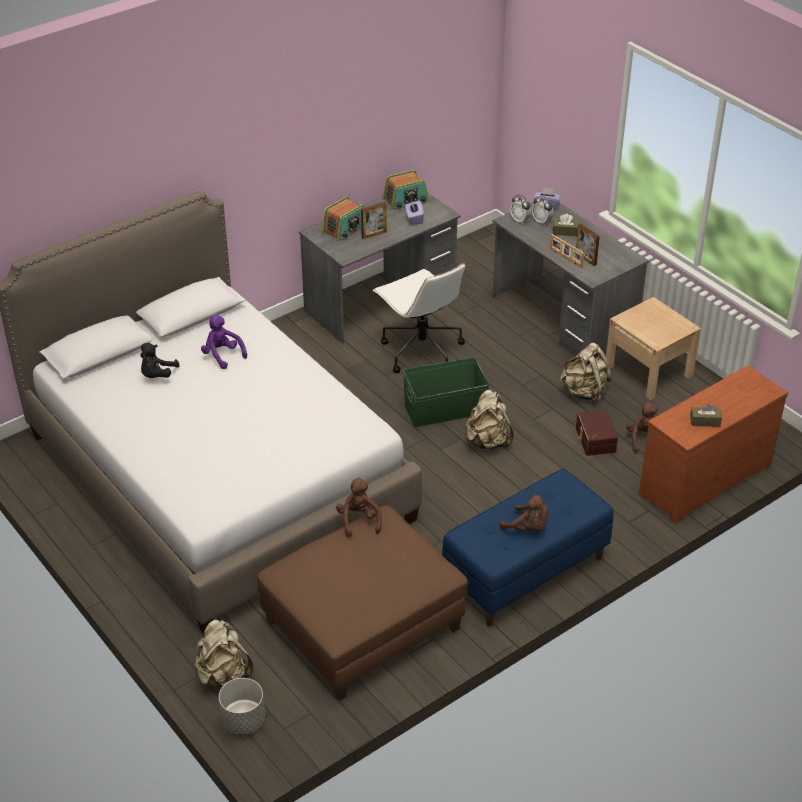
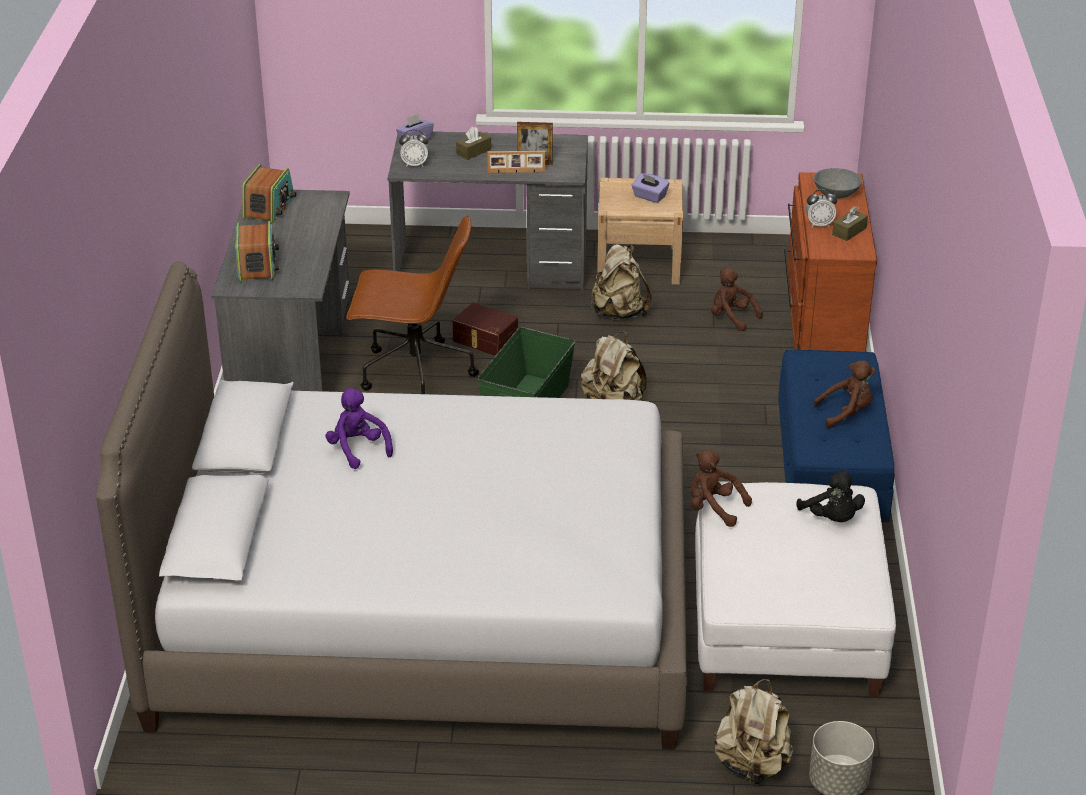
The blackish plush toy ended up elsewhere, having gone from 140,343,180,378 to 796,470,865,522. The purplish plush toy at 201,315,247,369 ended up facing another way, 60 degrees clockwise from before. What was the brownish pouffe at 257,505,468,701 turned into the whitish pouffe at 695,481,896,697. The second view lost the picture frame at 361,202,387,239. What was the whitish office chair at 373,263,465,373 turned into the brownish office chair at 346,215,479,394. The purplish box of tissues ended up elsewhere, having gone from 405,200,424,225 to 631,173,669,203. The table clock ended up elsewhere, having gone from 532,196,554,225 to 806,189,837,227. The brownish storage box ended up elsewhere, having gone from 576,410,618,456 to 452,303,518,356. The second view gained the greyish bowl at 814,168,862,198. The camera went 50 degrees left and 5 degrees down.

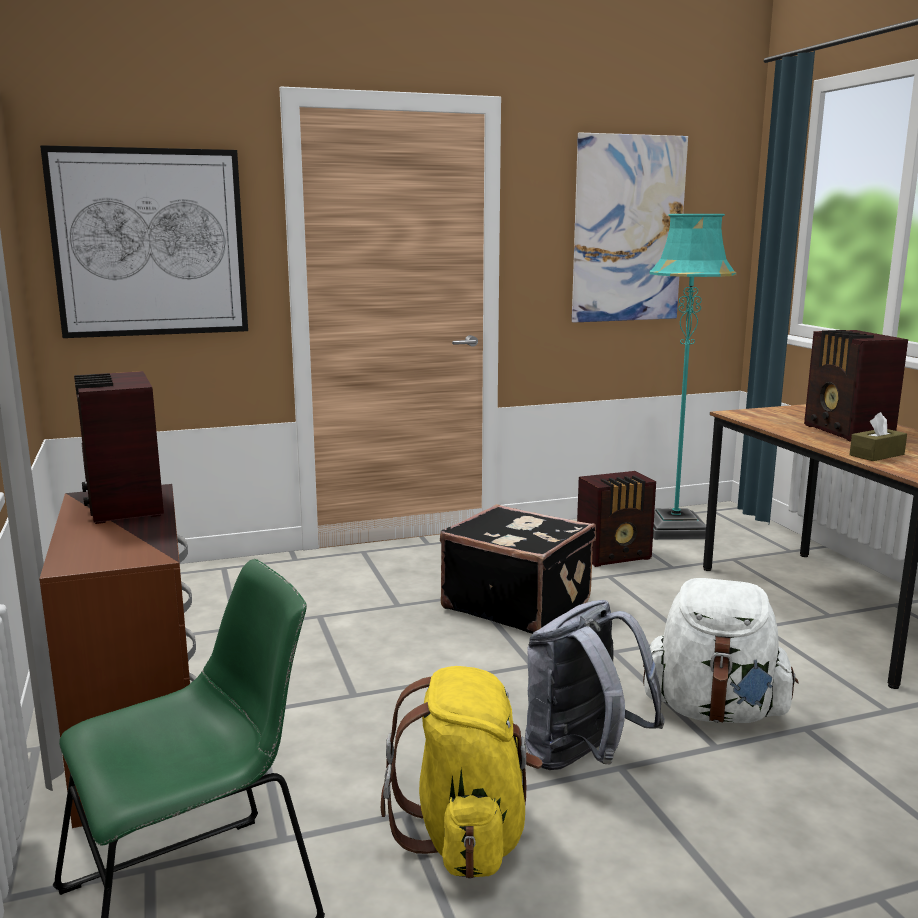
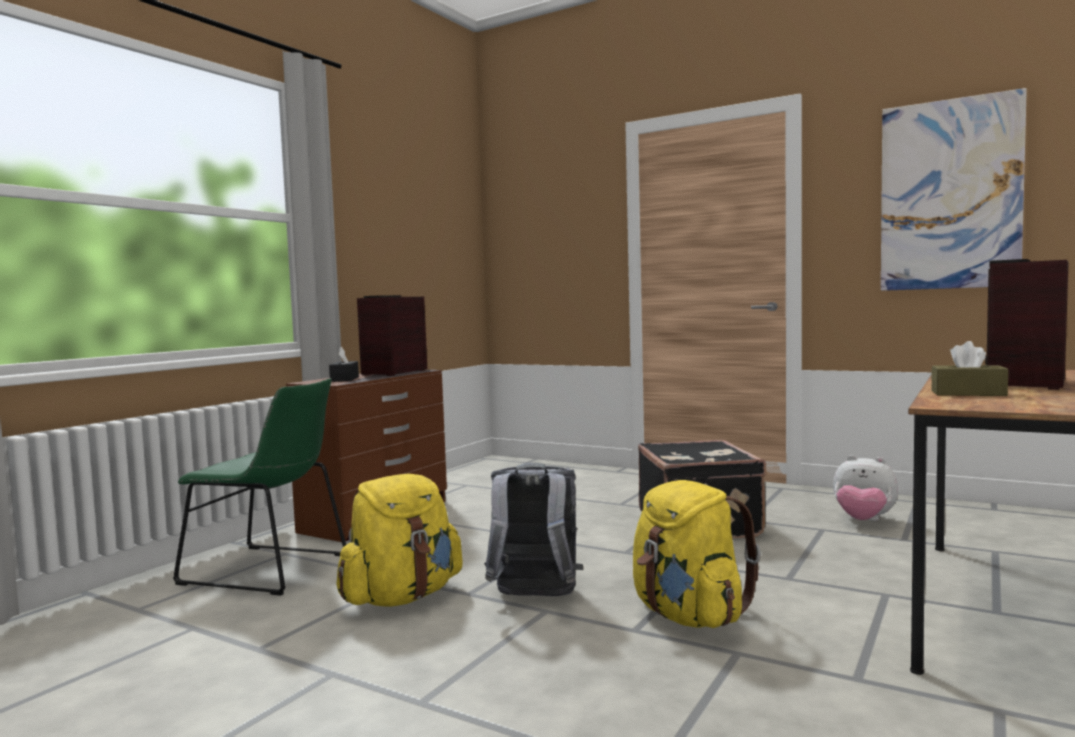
The second view lost the wall art at 40,145,248,338. Where the radio receiver stood at 577,471,656,567, the plush toy came to stand at 833,455,899,521. What was the whitish rucksack at 643,578,799,723 turned into the yellow-coloured rucksack at 633,480,761,628. The second view lost the blue-green floor lamp at 649,214,737,540. The second view gained the blackish box of tissues at 329,347,359,382. The camera went 50 degrees right and 10 degrees down.

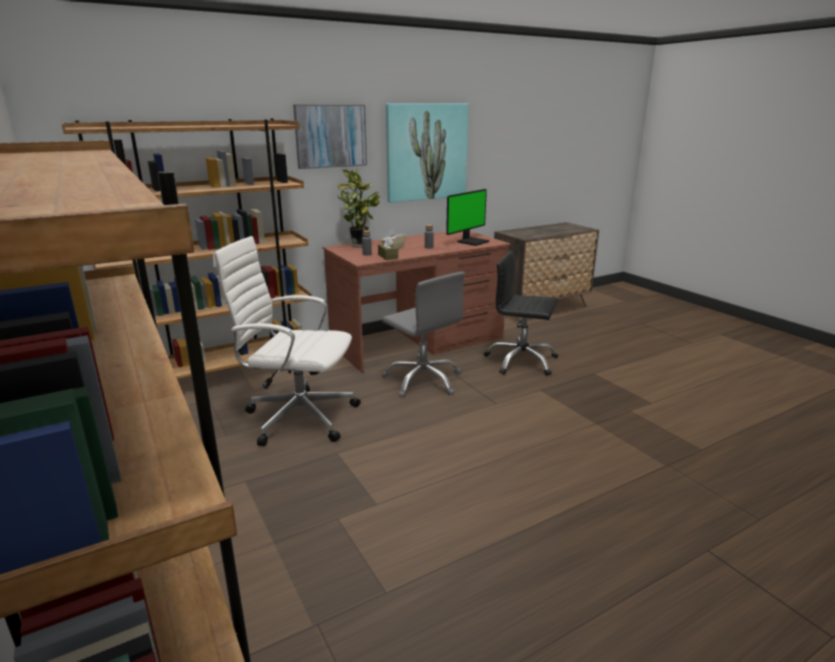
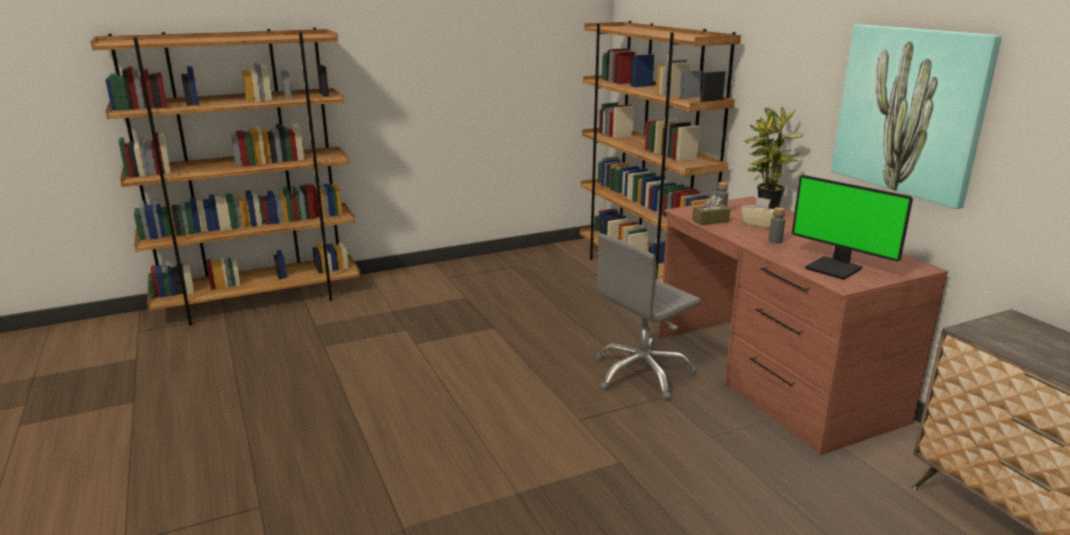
The second view lost the whitish office chair at 213,236,361,446. The second view lost the wall art at 293,105,367,169. The second view lost the blackish office chair at 484,251,558,376. The camera went 95 degrees right and 0 degrees up.

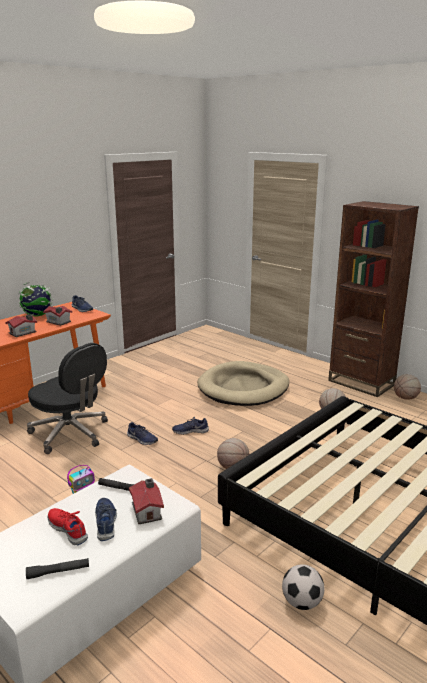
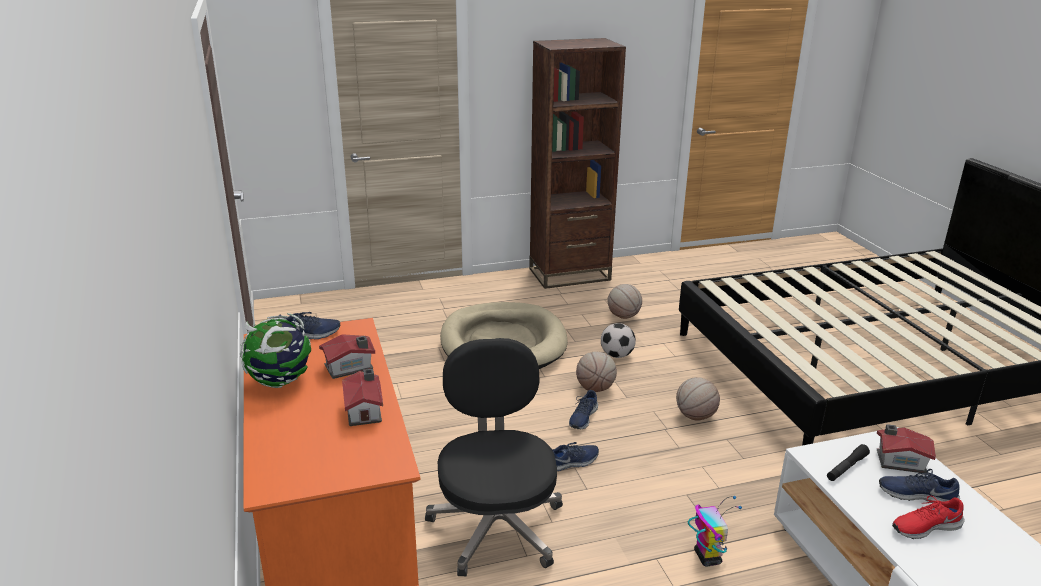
The second view lost the blackish torch at 26,558,89,579. The blackish office chair at 27,343,108,454 ended up facing another way, 75 degrees counterclockwise from before. The football ended up elsewhere, having gone from 282,564,324,610 to 601,323,636,358. The ball for basketball ended up elsewhere, having gone from 394,374,421,400 to 576,352,617,392. The camera went 60 degrees left and 5 degrees up.

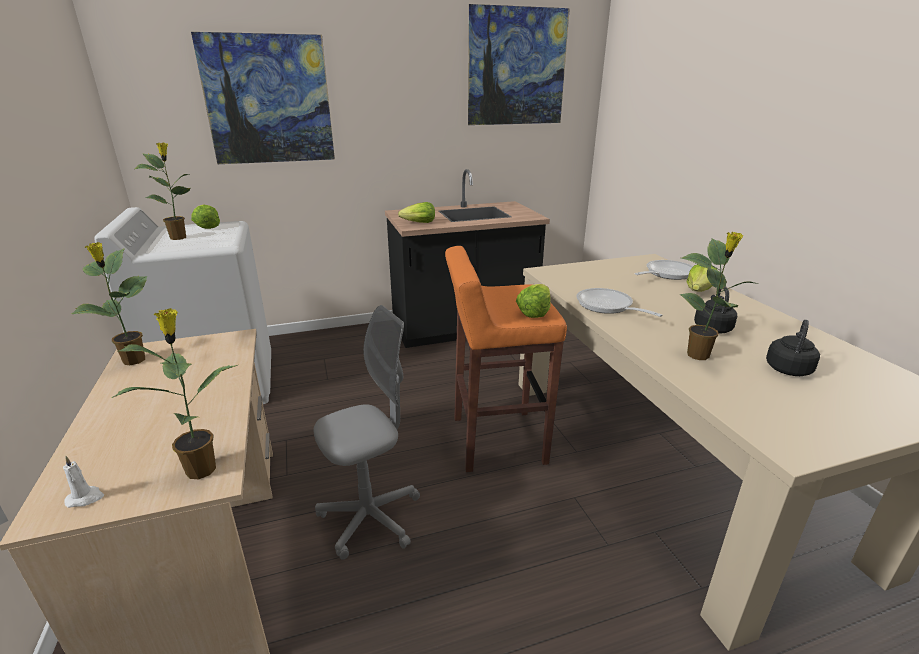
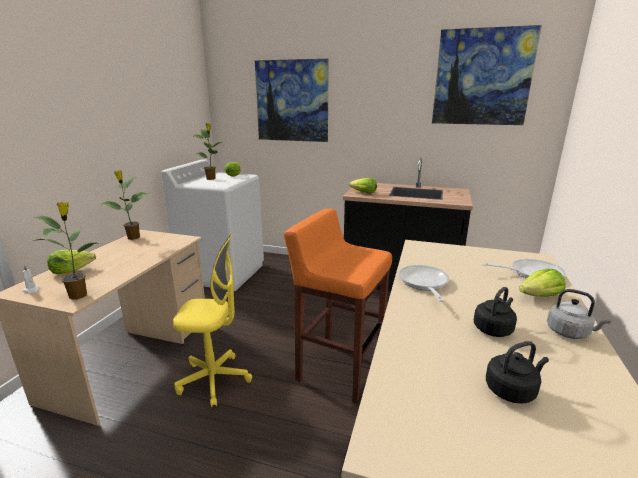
What was the greyish office chair at 313,305,420,560 turned into the yellow-coloured office chair at 173,235,252,407. The lettuce head ended up elsewhere, having gone from 516,284,551,318 to 47,250,96,274. The second view lost the potted plant at 680,231,759,360. The second view gained the greyish kettle at 547,289,611,339. The camera went 35 degrees right and 5 degrees down.

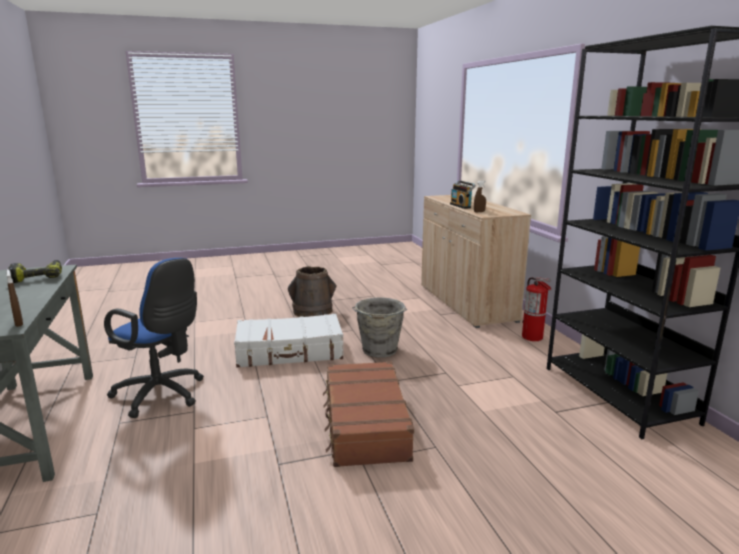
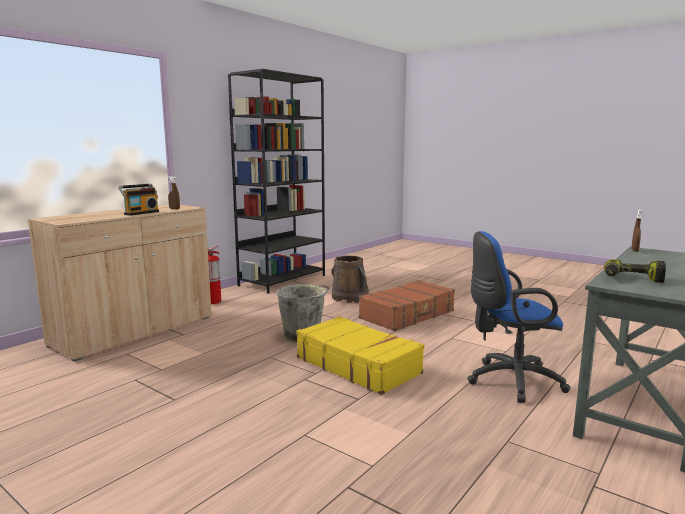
The bluish office chair at 104,258,204,418 ended up facing another way, 90 degrees counterclockwise from before. What was the whitish travel case at 234,314,344,368 turned into the yellow-coloured travel case at 296,316,424,395. The brownish bucket ended up elsewhere, having gone from 288,266,337,317 to 331,255,369,303. The camera went 125 degrees left and 5 degrees down.

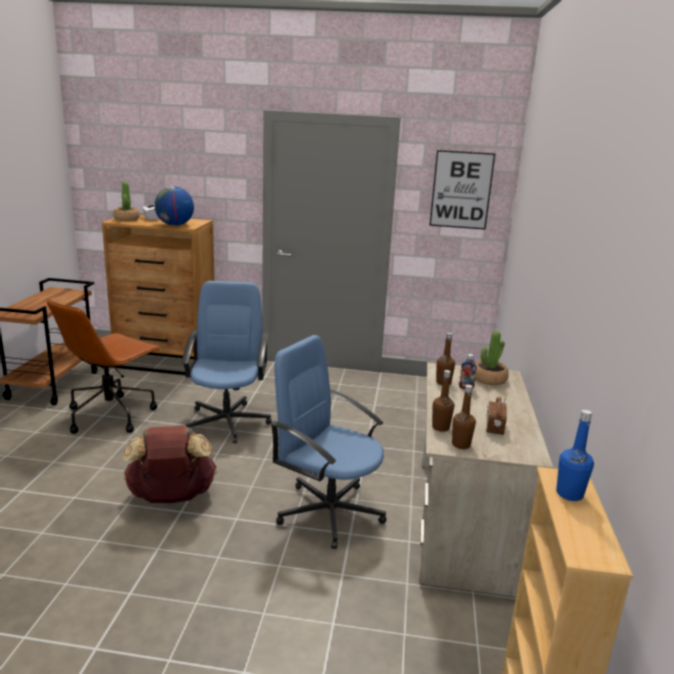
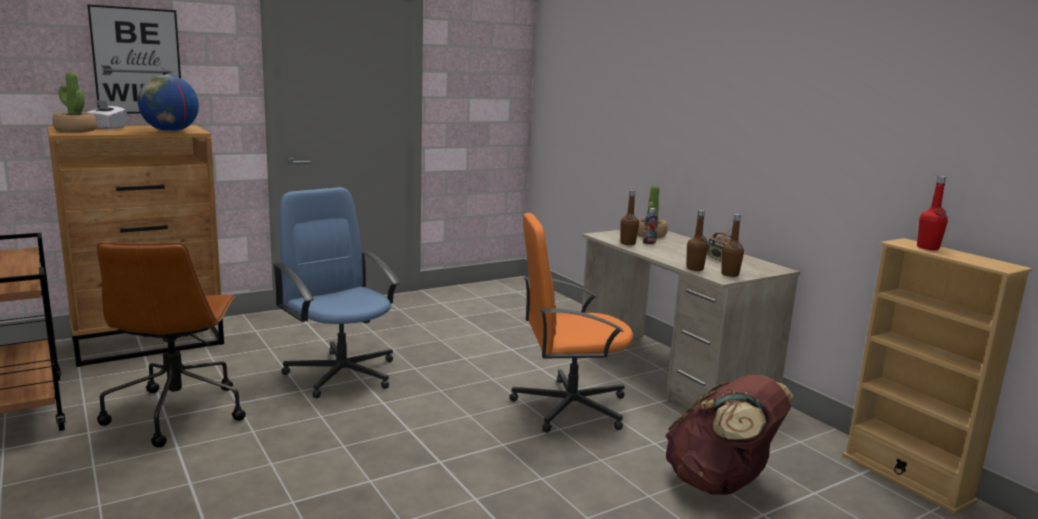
The brownish rucksack ended up elsewhere, having gone from 123,426,216,503 to 665,375,794,495. What was the bluish office chair at 270,335,387,549 turned into the orangey office chair at 510,213,633,433. The wall art ended up elsewhere, having gone from 430,150,495,230 to 87,4,181,114. What was the bluish drink bottle at 556,410,594,501 turned into the reddish drink bottle at 917,176,948,250. The camera went 40 degrees left and 5 degrees down.

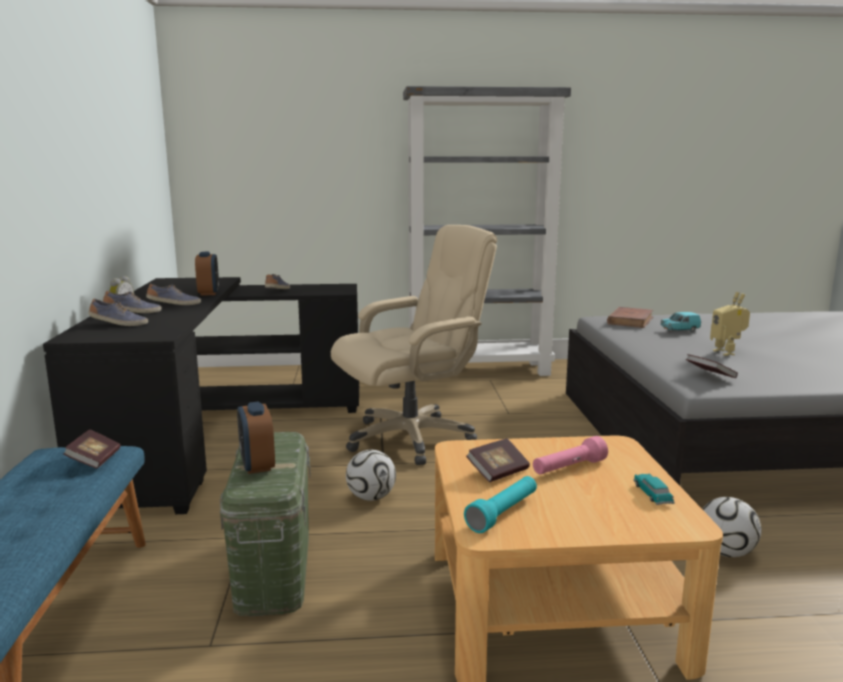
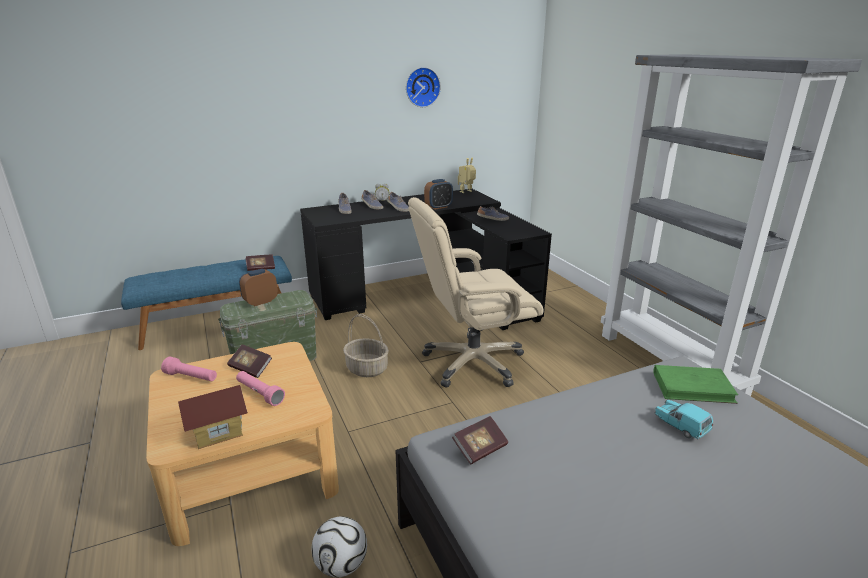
The beige office chair at 331,225,497,465 ended up facing another way, 120 degrees clockwise from before. Where the football stood at 346,450,396,501, the storage basket came to stand at 343,314,389,377. What was the blue-green torch at 464,476,537,533 turned into the pink-coloured torch at 161,357,217,381. What was the brownish bound book at 607,307,654,328 turned into the green-coloured bound book at 653,365,738,404. Where the toy car stood at 633,473,674,505, the model house came to stand at 178,385,248,449. The toy robot ended up elsewhere, having gone from 710,292,750,356 to 458,158,476,193. The second view gained the wall clock at 406,67,441,107. The camera went 70 degrees right and 10 degrees up.

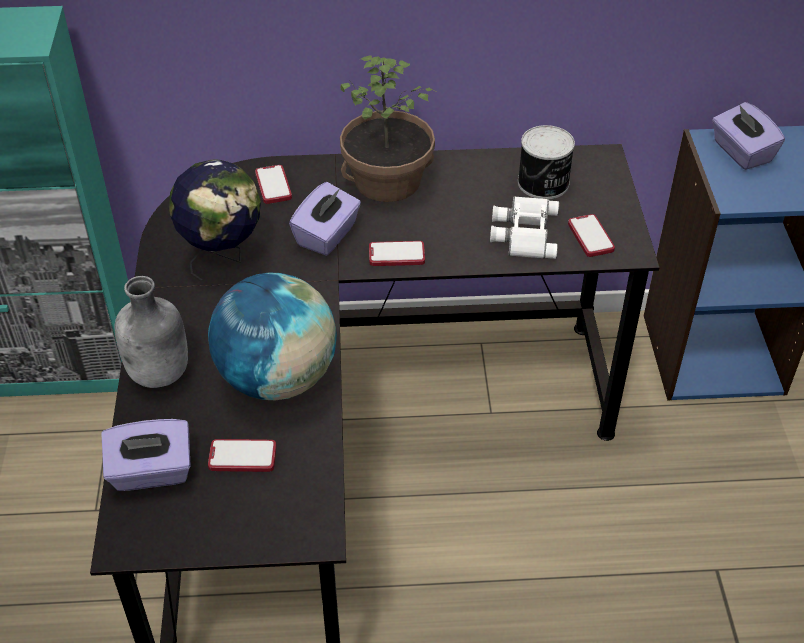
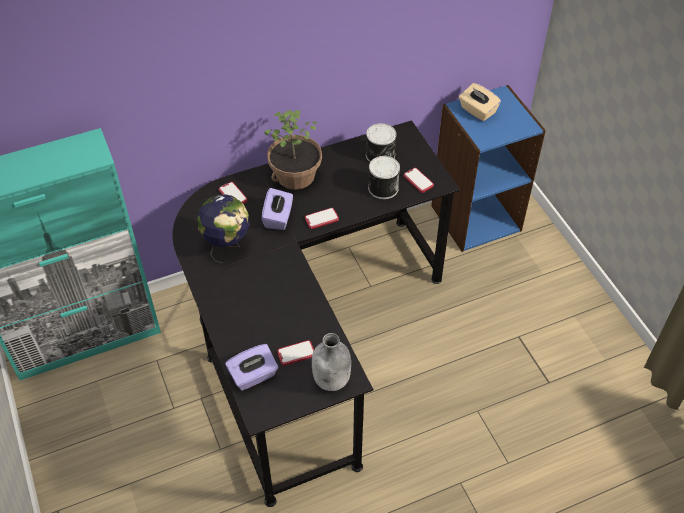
The greyish drink bottle ended up elsewhere, having gone from 115,276,188,388 to 312,333,351,391. The second view lost the globe at 208,273,337,400. Where the whitish binoculars stood at 490,196,559,259, the sealed can came to stand at 368,156,400,199. What was the purplish box of tissues at 712,102,785,170 turned into the beige box of tissues at 459,83,501,121. The camera went 20 degrees left and 5 degrees up.

